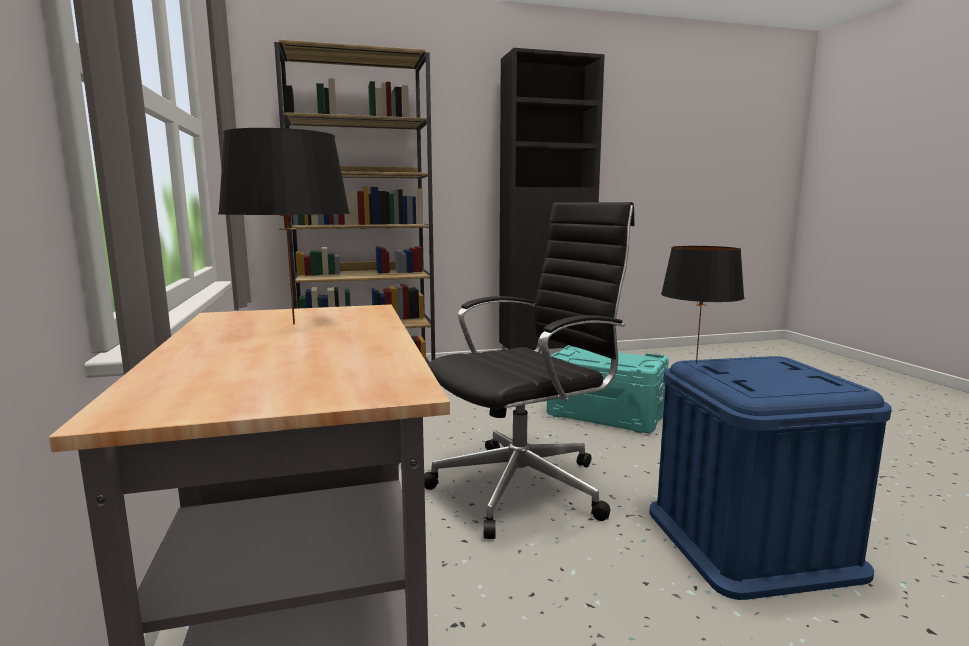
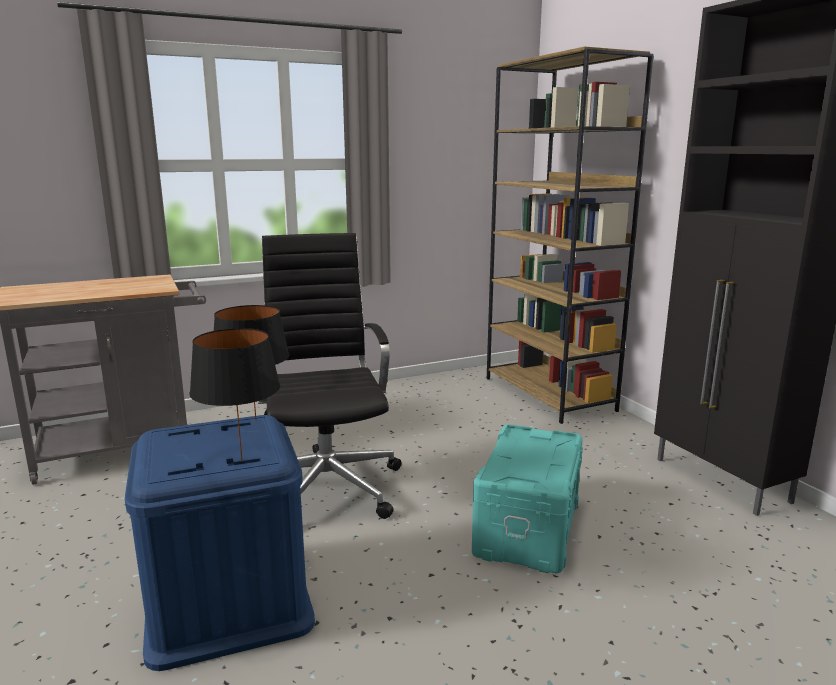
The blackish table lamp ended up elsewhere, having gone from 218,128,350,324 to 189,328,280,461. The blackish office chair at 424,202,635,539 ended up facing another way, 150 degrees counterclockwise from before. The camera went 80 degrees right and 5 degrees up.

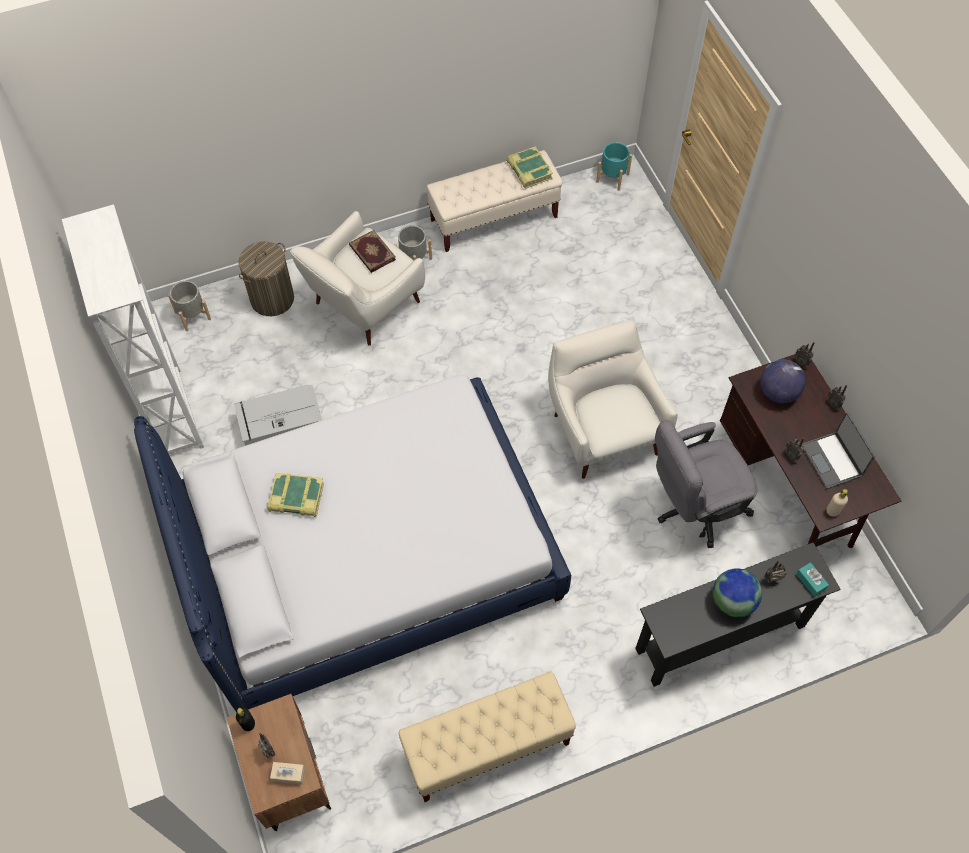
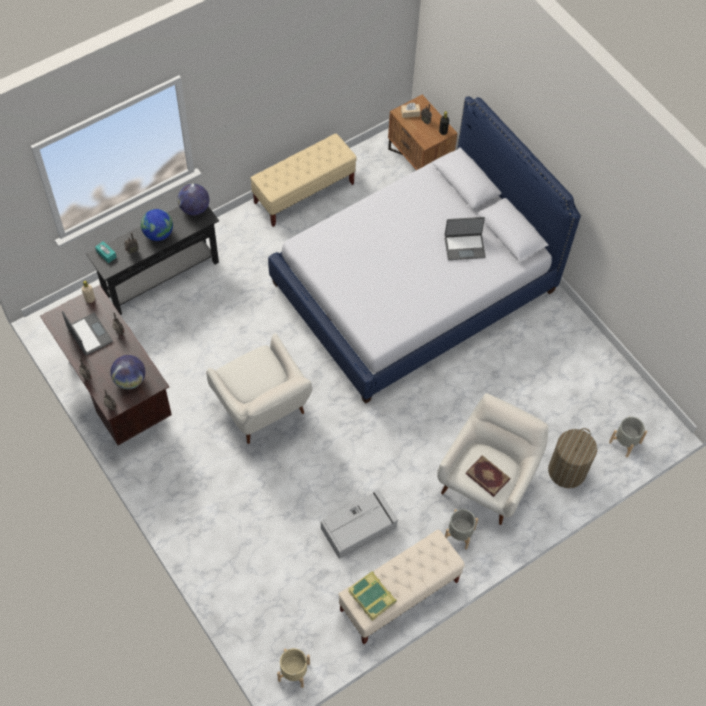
The second view lost the whitish shelving unit at 62,204,204,454. The greyish storage box ended up elsewhere, having gone from 234,384,322,446 to 321,490,398,559. Where the bound book stood at 268,473,324,517, the laptop came to stand at 445,217,486,260. What was the blue-green planter at 596,142,632,191 turned into the beige planter at 277,648,310,688. The second view lost the greyish office chair at 655,420,757,548. The second view gained the globe at 178,184,209,215. The camera went 165 degrees right and 0 degrees up.

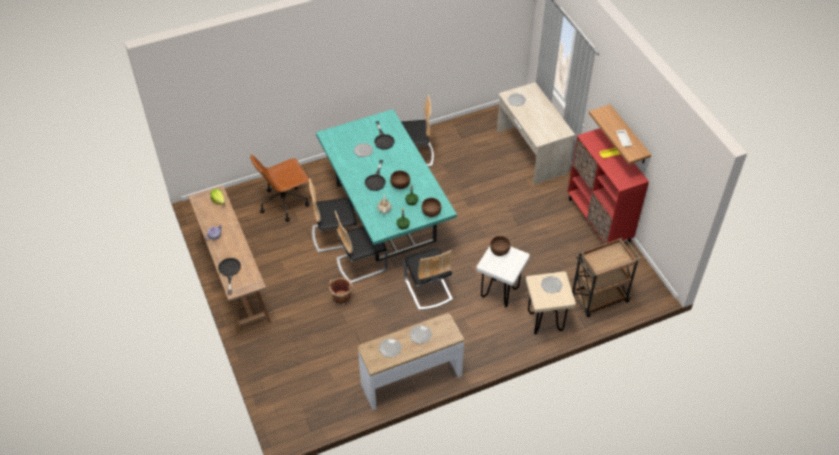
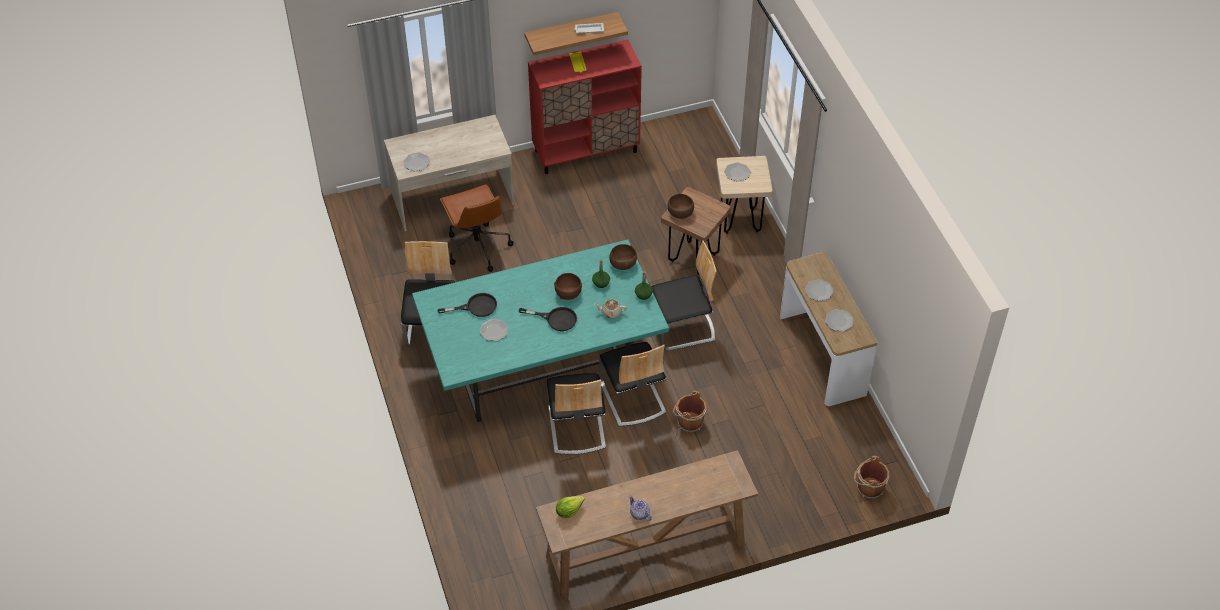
The second view lost the blackish pan at 218,258,241,294. The brownish office chair ended up elsewhere, having gone from 250,154,309,222 to 440,185,513,272. What was the whitish sitting stool at 476,246,530,307 turned into the brownish sitting stool at 661,187,731,275. The second view lost the brownish wheeled cart at 572,238,641,317. The second view gained the brownish bucket at 854,456,889,499. The camera went 85 degrees left and 0 degrees up.

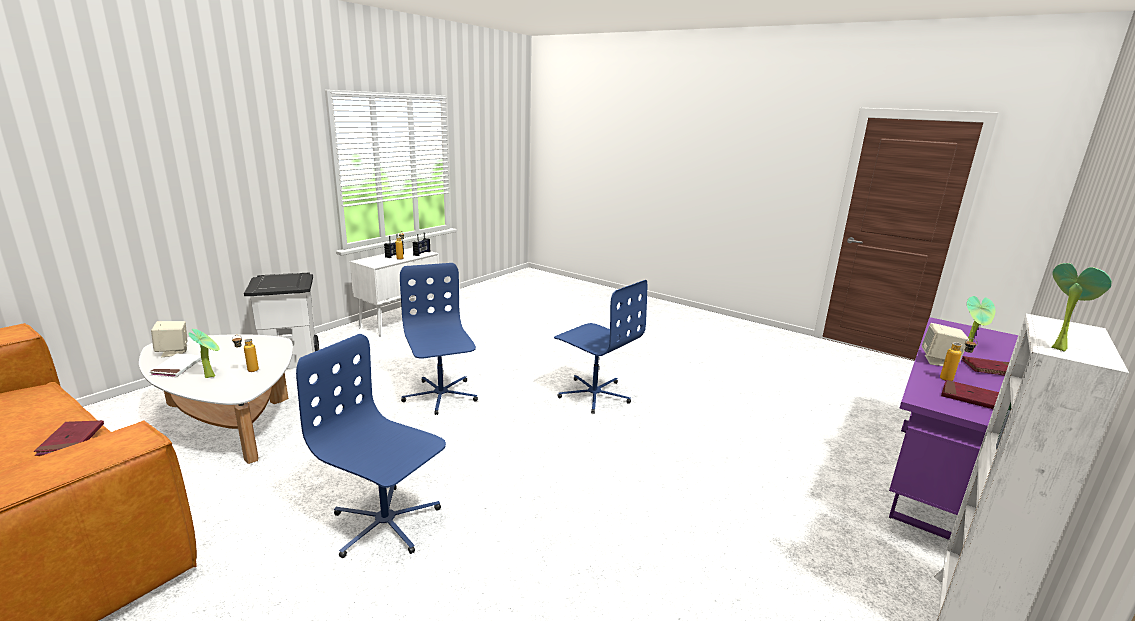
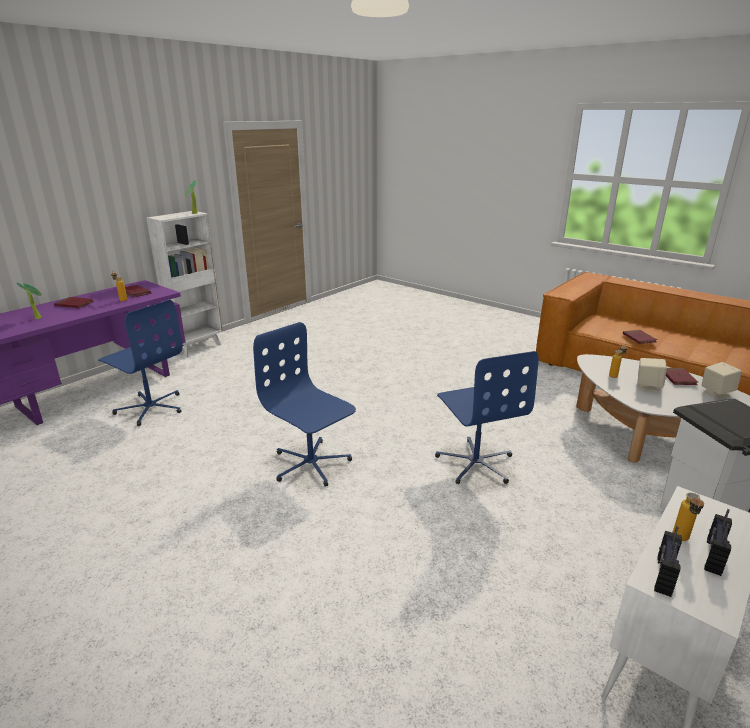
What was the whitish bound book at 149,353,201,378 turned into the reddish bound book at 666,368,698,385. The second view lost the potted plant at 188,329,220,378. The bluish office chair ended up elsewhere, having gone from 296,334,446,558 to 98,300,183,426. The beige speaker ended up elsewhere, having gone from 922,323,969,366 to 637,358,667,392. The camera went 175 degrees left and 5 degrees up.

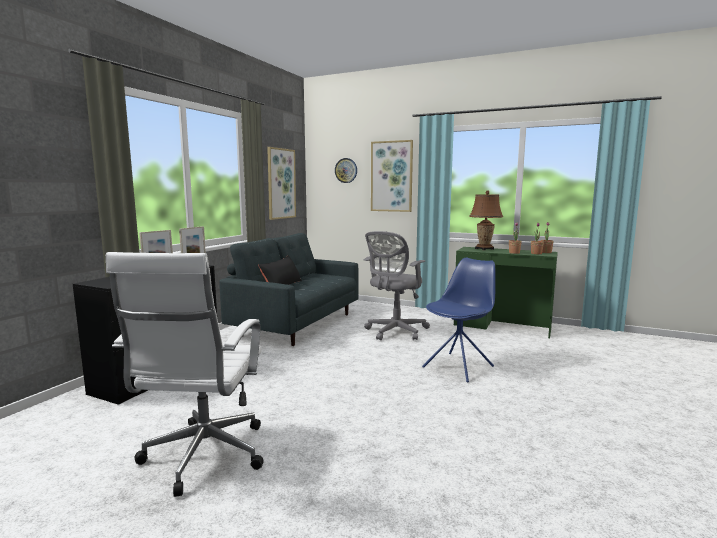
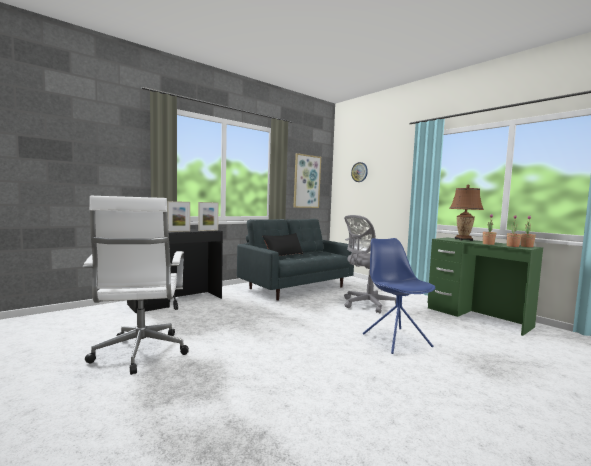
The whitish office chair at 106,252,264,497 ended up facing another way, 45 degrees counterclockwise from before. The second view lost the wall art at 371,140,413,212. The bluish plain chair at 422,258,496,382 ended up facing another way, 90 degrees counterclockwise from before. The camera went 25 degrees right and 5 degrees down.

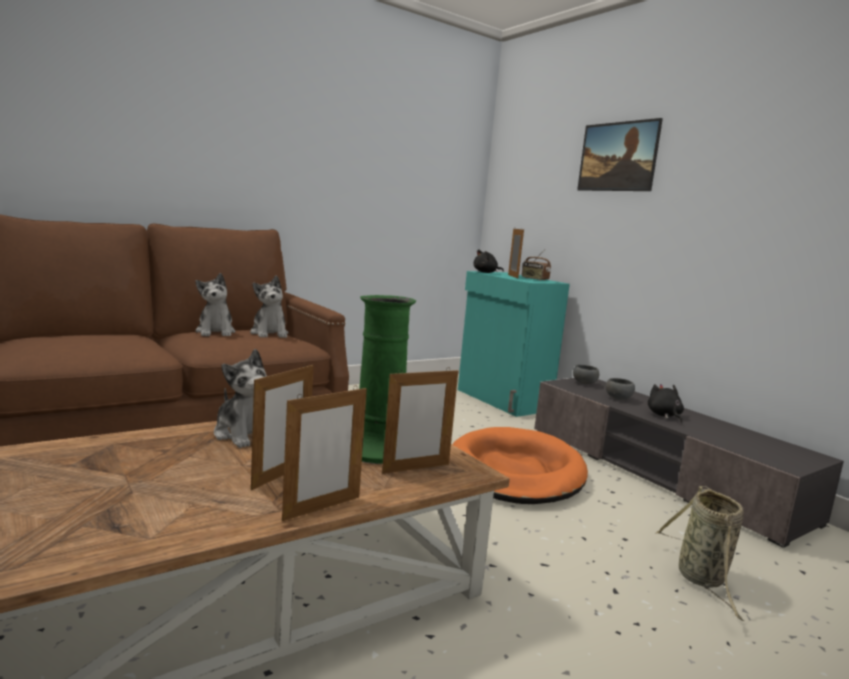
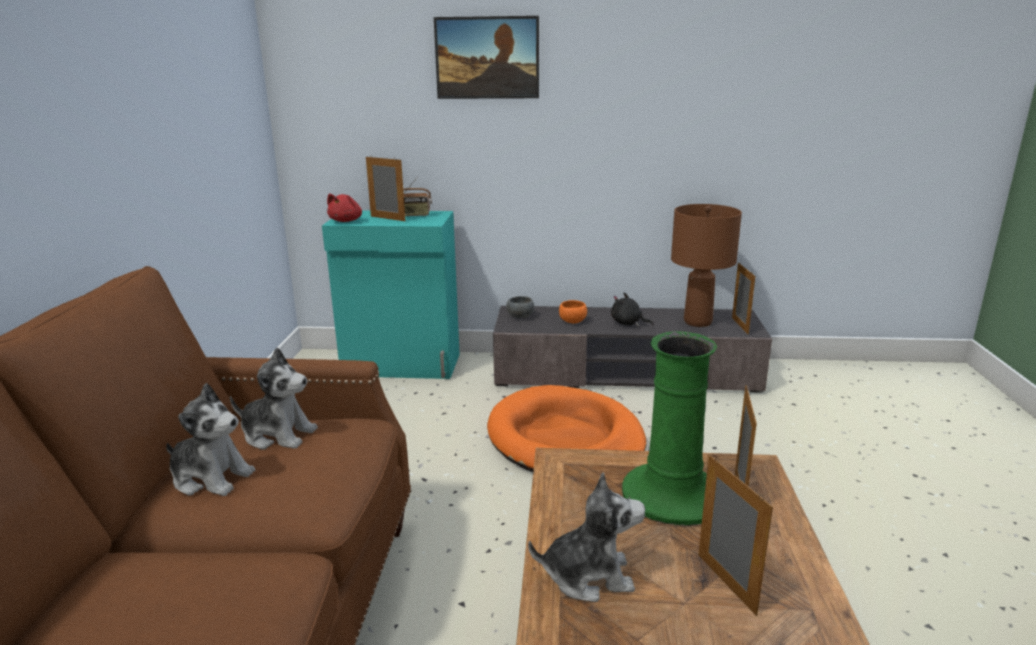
The picture frame ended up elsewhere, having gone from 282,387,367,521 to 732,263,755,335. What was the blackish plush toy at 473,250,504,273 turned into the reddish plush toy at 327,193,362,222. What was the greyish bowl at 606,378,635,400 turned into the orangey bowl at 559,300,587,323. The second view lost the storage basket at 655,486,744,621. The second view gained the brownish table lamp at 671,204,742,327. The camera went 50 degrees left and 10 degrees up.

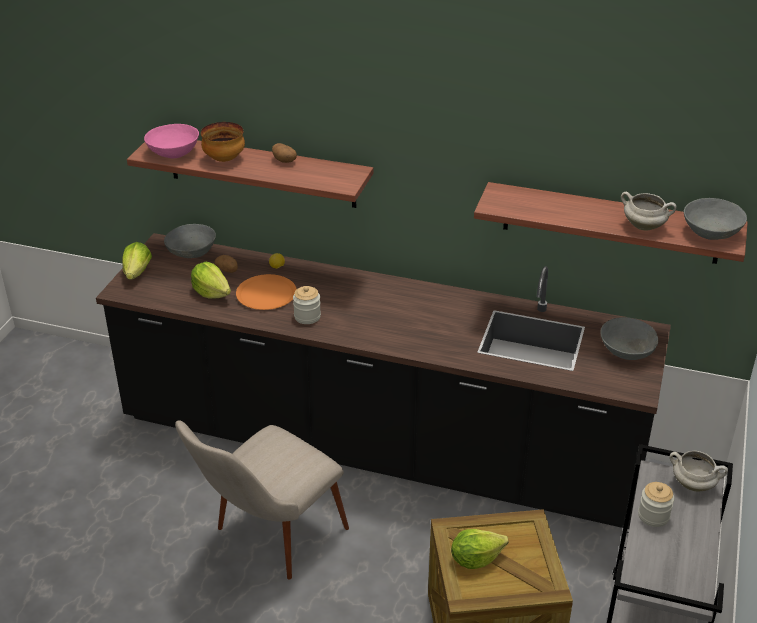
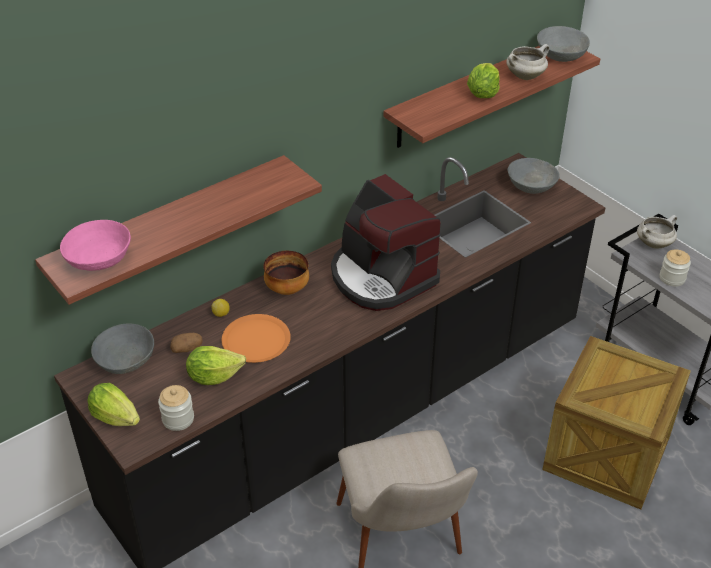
The bowl ended up elsewhere, having gone from 201,122,245,162 to 263,251,309,295. The second view lost the spud at 272,143,297,163. The storage jar ended up elsewhere, having gone from 293,286,321,324 to 158,385,194,431. The lettuce head ended up elsewhere, having gone from 451,529,509,569 to 467,63,500,98. The second view gained the coffee maker at 331,174,441,311. The camera went 55 degrees left and 5 degrees up.

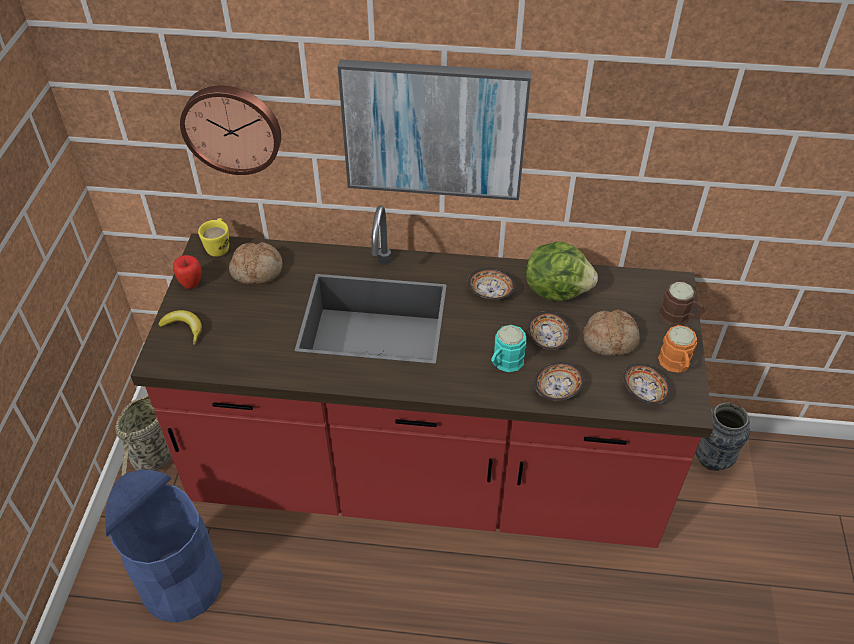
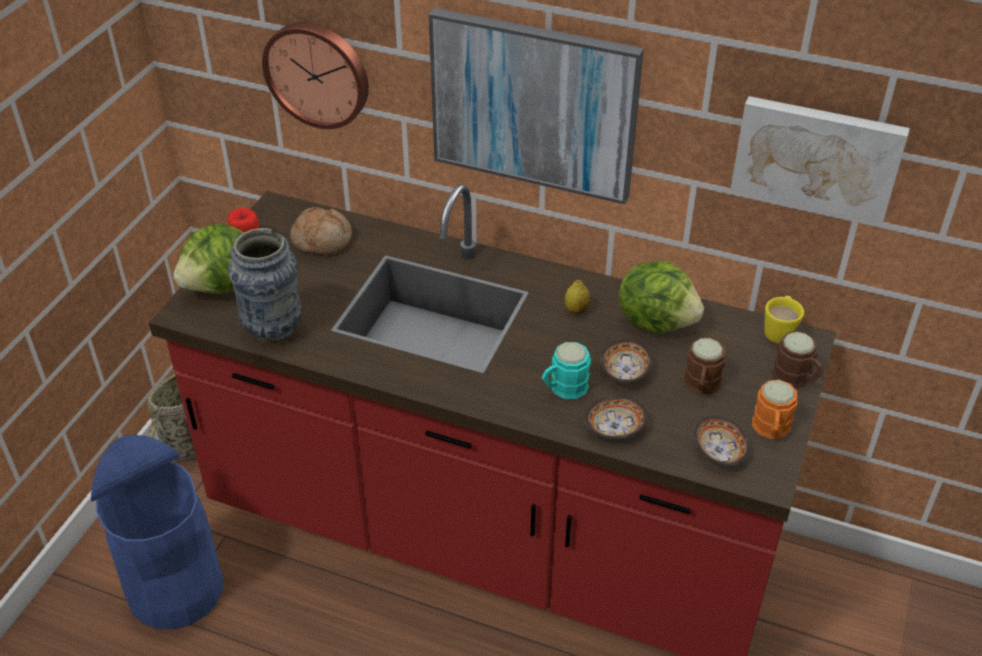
Where the whole banana stood at 158,310,202,345, the lettuce head came to stand at 173,224,243,294. The yellow-coloured coffee mug ended up elsewhere, having gone from 198,218,229,257 to 764,296,804,344. Where the bowl stood at 468,268,515,300, the whole lemon came to stand at 565,280,590,314. Where the bread stood at 583,310,640,356, the brownish coffee mug came to stand at 683,338,726,395. The flower vase ended up elsewhere, having gone from 696,402,750,471 to 228,228,302,343. The second view gained the wall art at 730,96,910,223. The camera went 15 degrees right and 5 degrees down.

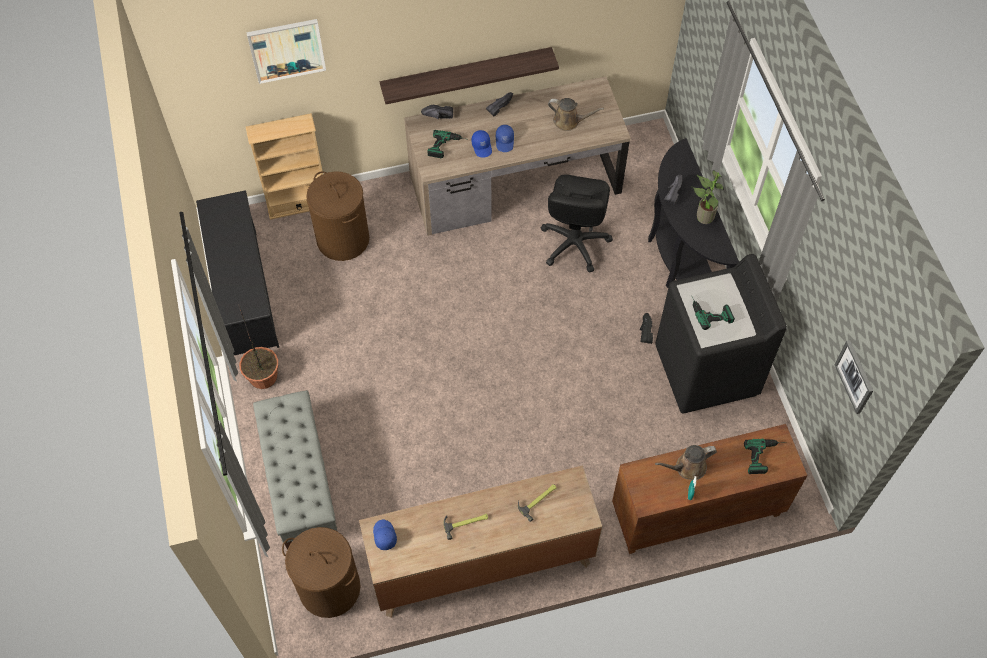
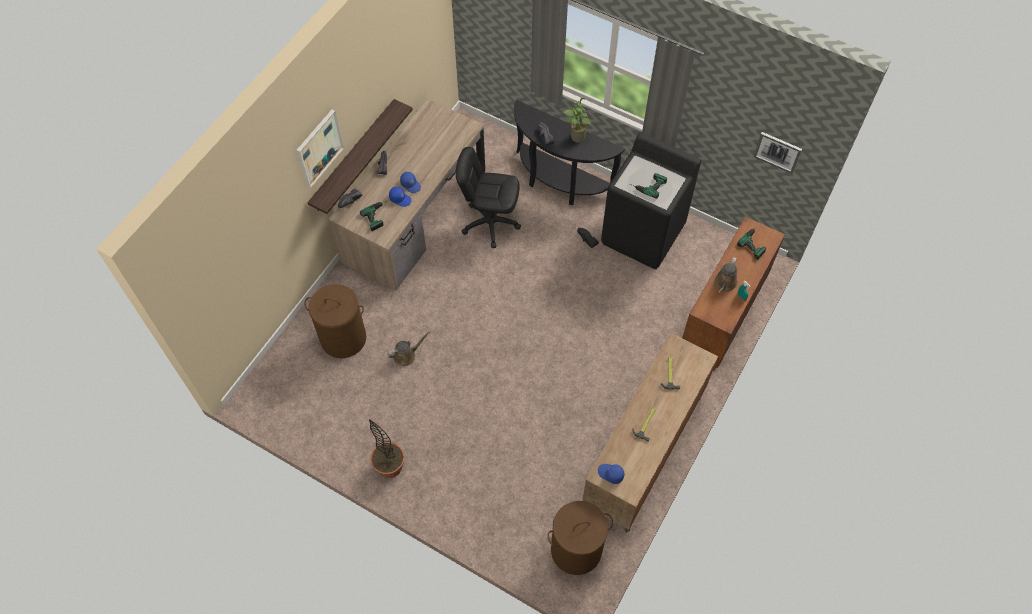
The second view lost the blackish shoe stand at 196,190,279,355. The wall art ended up elsewhere, having gone from 246,19,326,84 to 297,110,344,188. The second view lost the beige shelving unit at 246,113,323,220. The second view lost the greyish indoor bench at 253,390,337,550. The blackish office chair at 541,174,613,273 ended up facing another way, 135 degrees clockwise from before. The brownish sprinkling can ended up elsewhere, having gone from 548,98,604,131 to 387,331,431,366. The camera went 45 degrees left and 0 degrees up.

